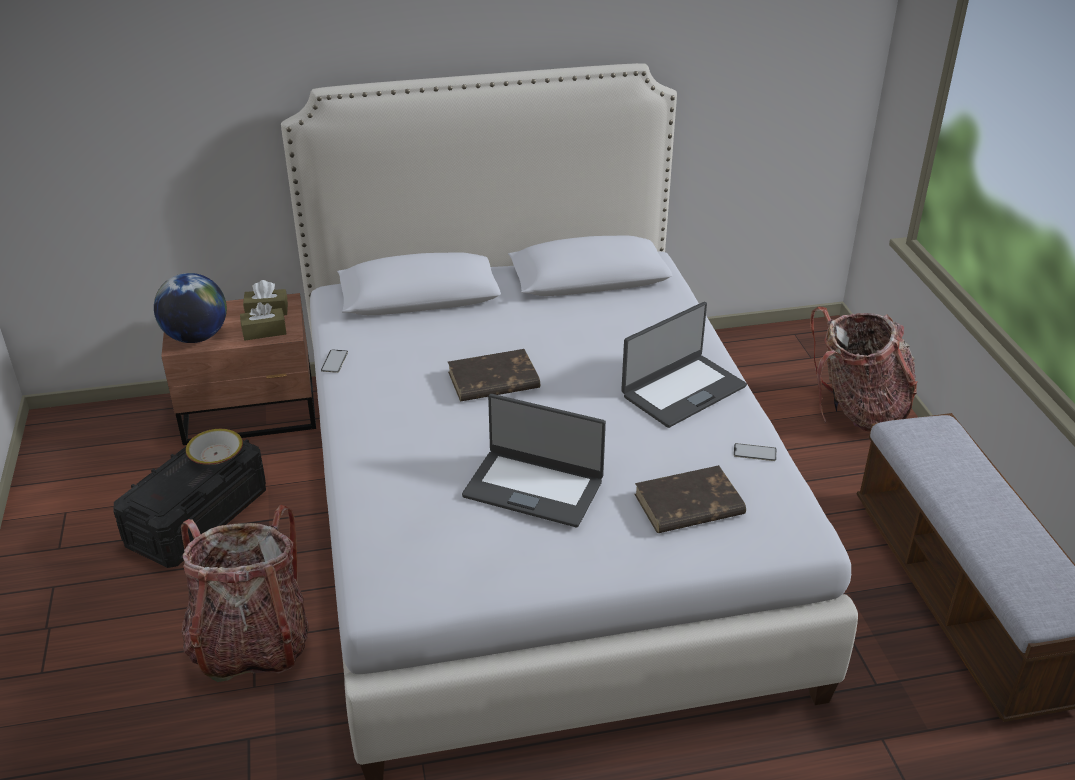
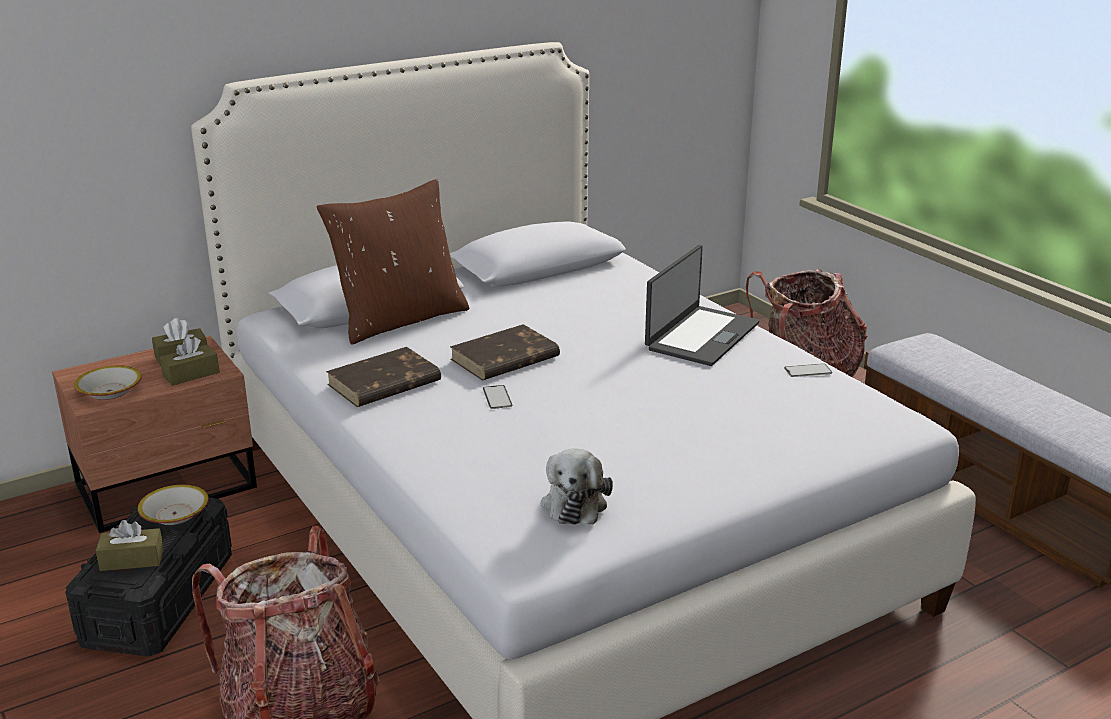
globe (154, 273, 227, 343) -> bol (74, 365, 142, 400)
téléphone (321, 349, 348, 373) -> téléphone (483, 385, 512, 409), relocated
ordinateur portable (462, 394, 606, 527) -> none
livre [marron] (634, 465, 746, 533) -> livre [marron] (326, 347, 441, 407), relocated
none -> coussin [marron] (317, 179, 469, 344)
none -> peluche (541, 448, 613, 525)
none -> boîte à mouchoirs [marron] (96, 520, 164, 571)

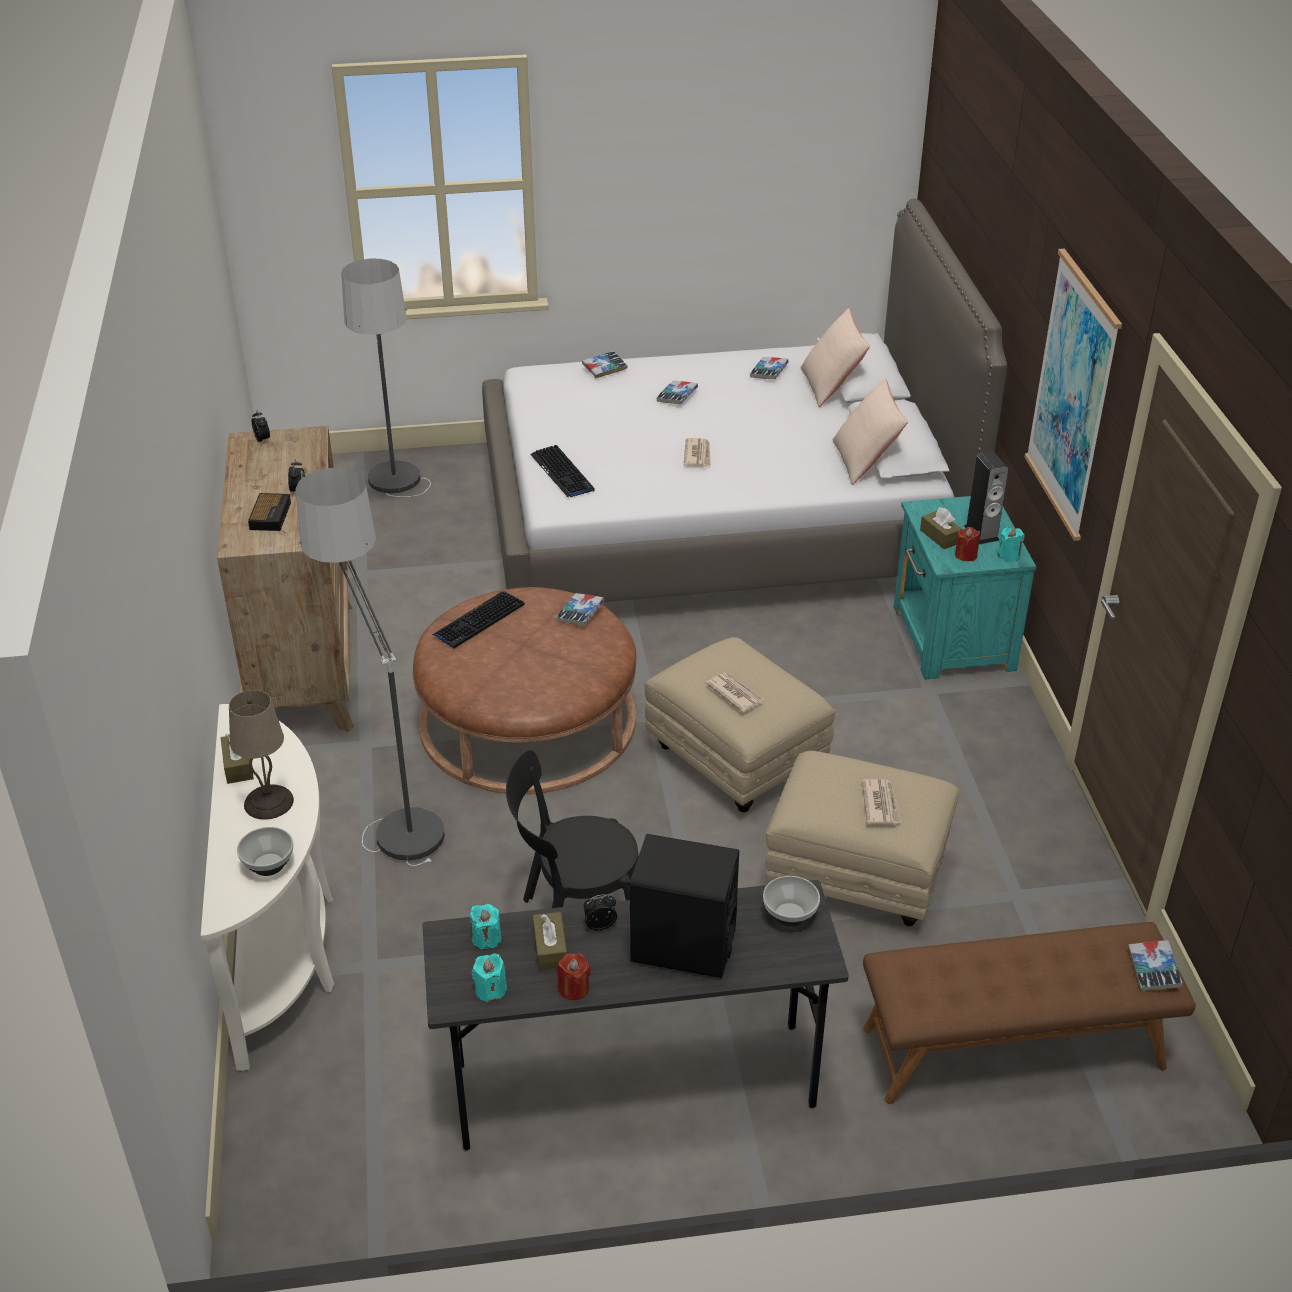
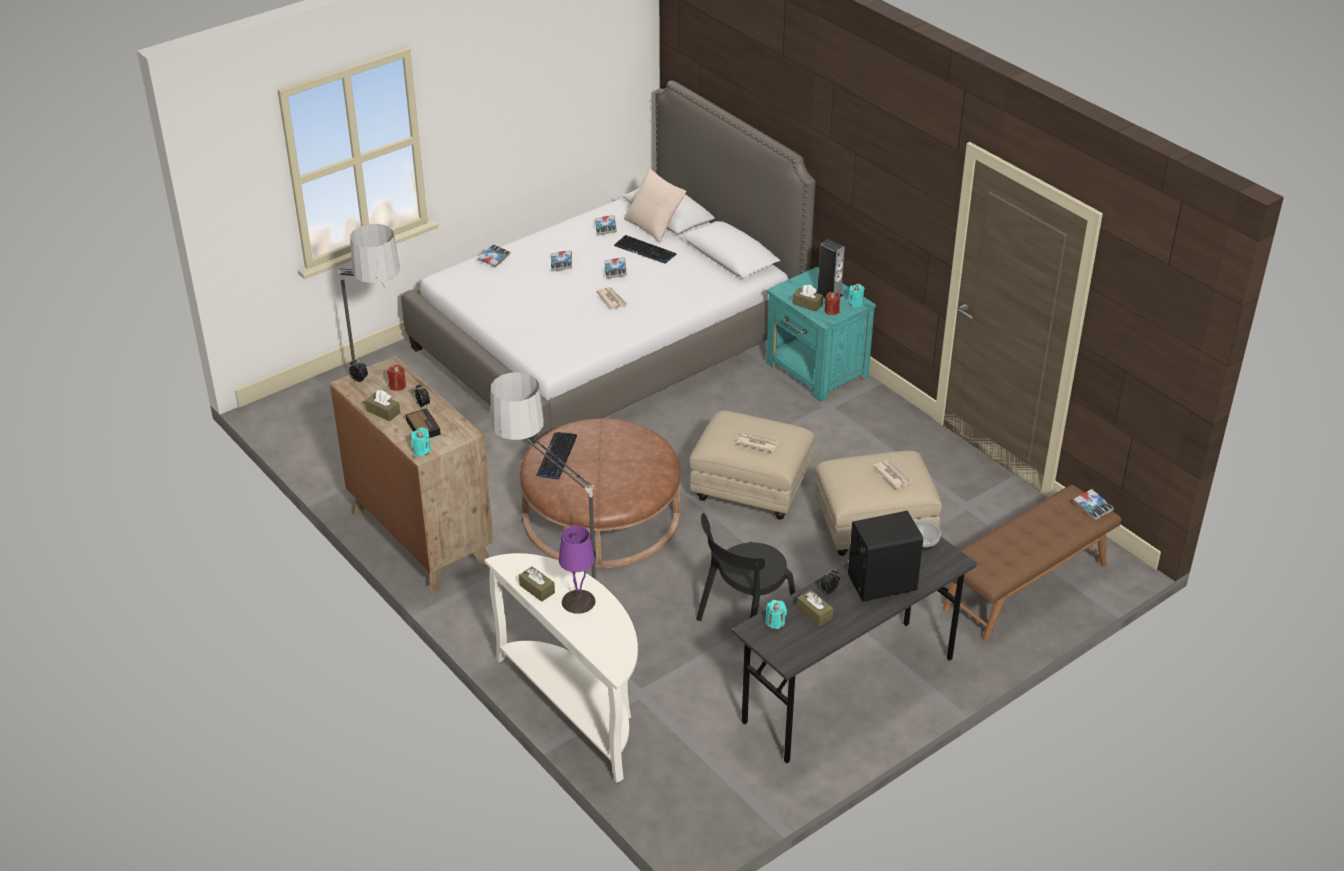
tableau (1024, 249, 1122, 541) -> none
coussin [beige] (833, 378, 908, 485) -> none
clavier (530, 445, 595, 497) -> clavier (614, 235, 676, 263), relocated
livre (556, 593, 604, 626) -> livre (605, 257, 627, 279), relocated
lampe de table [beige] (229, 690, 294, 820) -> lampe de table [violet] (559, 526, 595, 614)
bol (237, 827, 293, 876) -> none
bougie [rouge] (557, 953, 591, 1000) -> bougie [rouge] (387, 364, 406, 391), relocated
bougie [turquoise] (472, 954, 507, 1003) -> bougie [turquoise] (411, 427, 431, 456), relocated
none -> boîte à mouchoirs [marron] (365, 390, 400, 421)

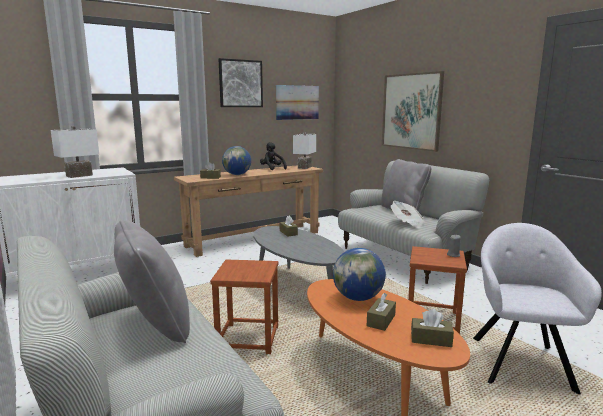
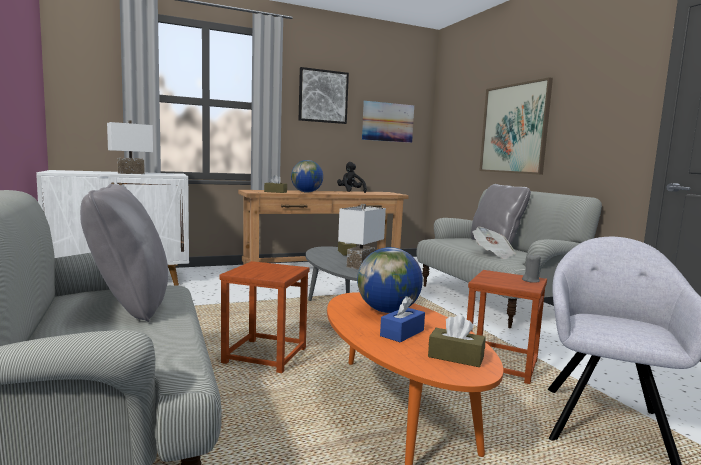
lampe de table [blanc] (293, 132, 316, 169) -> lampe de table [blanc] (338, 204, 386, 270), relocated
boîte à mouchoirs [marron] (367, 293, 396, 331) -> boîte à mouchoirs [bleu] (380, 296, 425, 343)

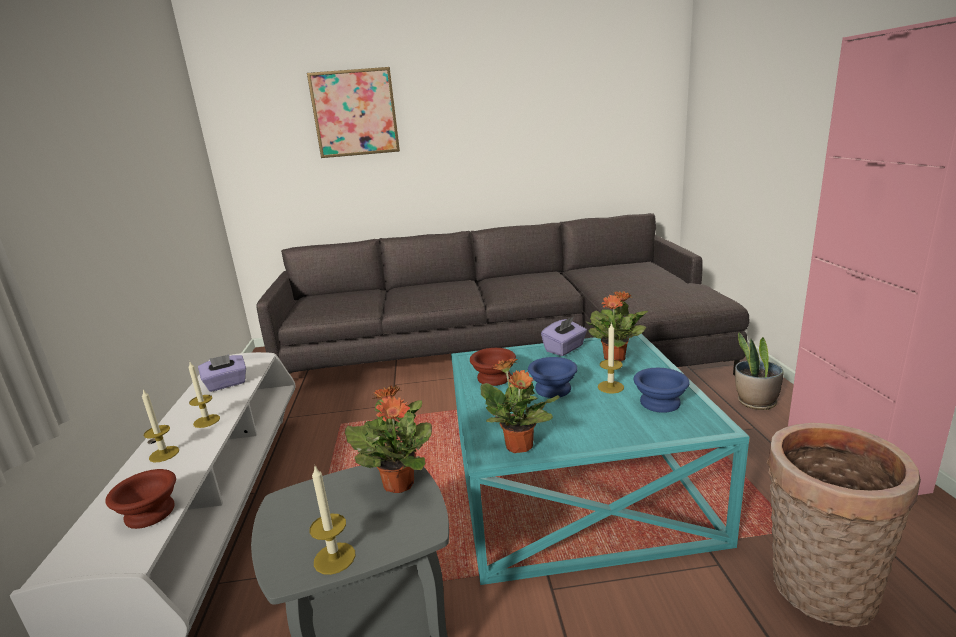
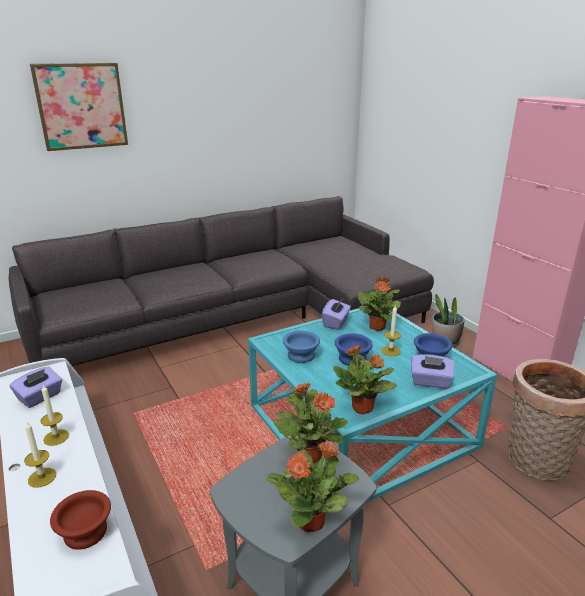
bol [marron] (470, 348, 516, 386) -> bol [bleu] (283, 331, 320, 363)
bougie (310, 466, 356, 575) -> plante en pot (267, 442, 359, 533)
none -> boîte à mouchoirs [violet] (411, 354, 454, 389)

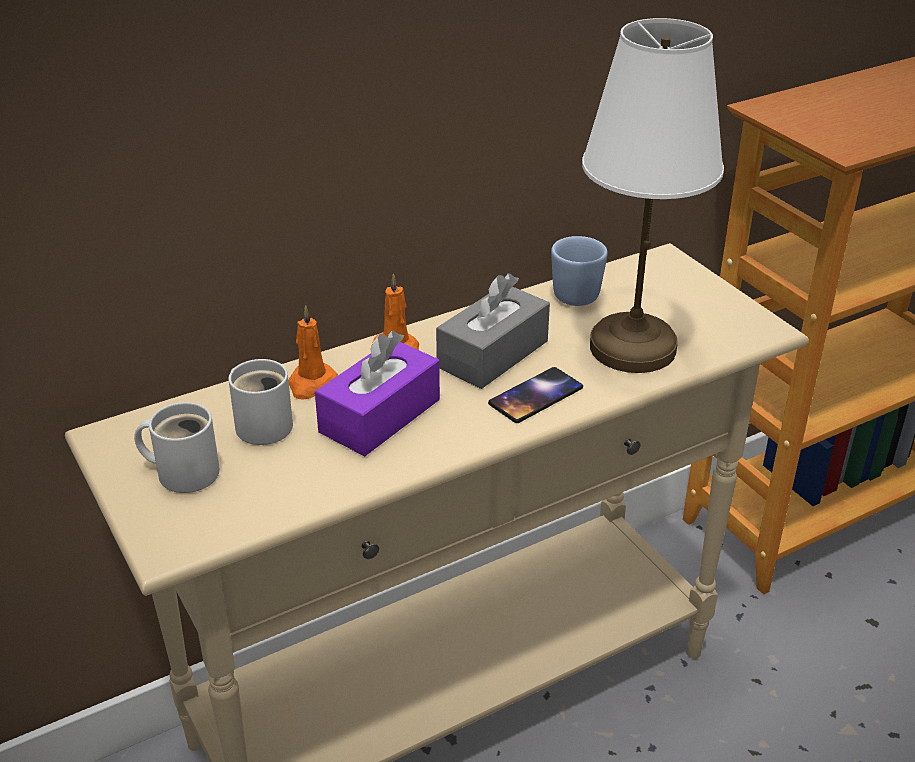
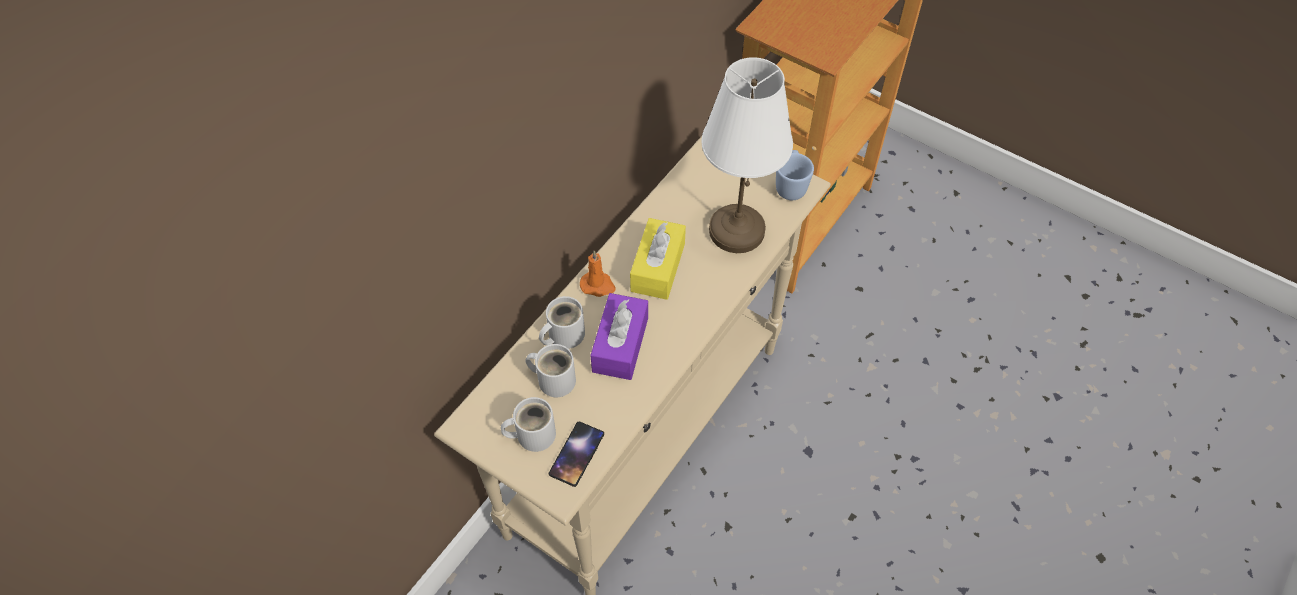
mug [bleu] (551, 236, 608, 306) -> mug [bleu] (776, 150, 814, 200), relocated
boîte à mouchoirs [gris] (436, 273, 550, 389) -> boîte à mouchoirs [jaune] (630, 218, 686, 300)
bougie [orange] (288, 305, 338, 400) -> mug [blanc] (539, 296, 585, 349)
téléphone (488, 367, 583, 423) -> téléphone (549, 421, 604, 487), relocated

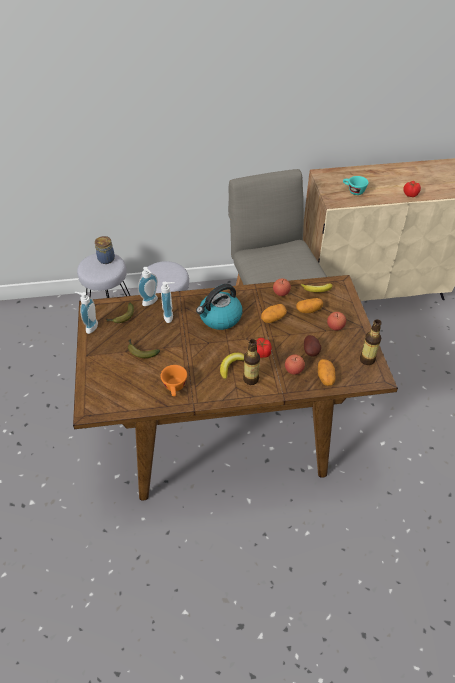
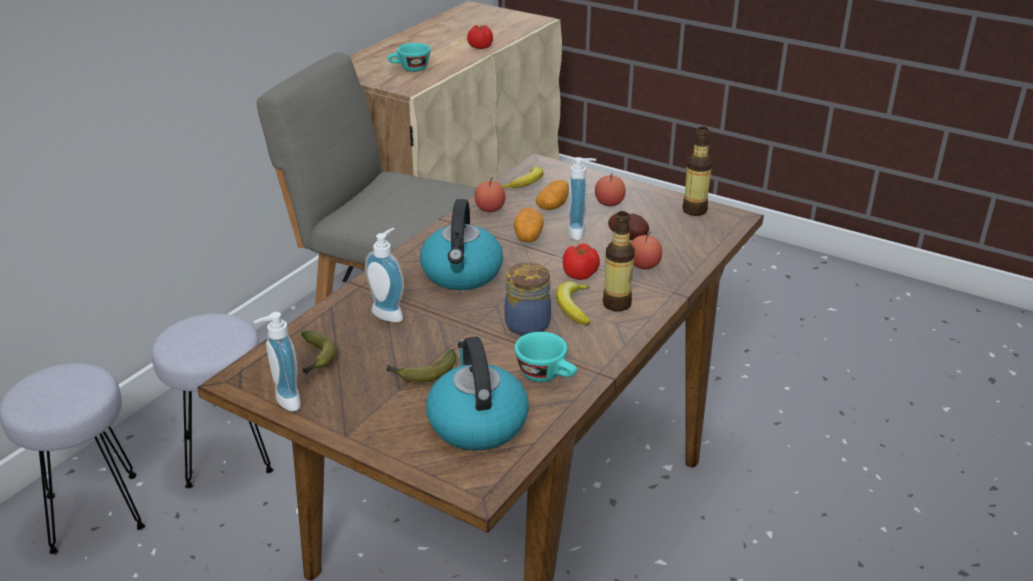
bocal (95, 236, 115, 264) -> bocal (504, 262, 551, 336), relocated
distributeur de savon (138, 267, 158, 306) -> distributeur de savon (568, 157, 596, 240), relocated
pomme de terre (318, 359, 335, 386) -> none
tasse [orange] (161, 365, 187, 396) -> tasse [turquoise] (514, 332, 577, 382)
none -> bouilloire (426, 337, 529, 450)

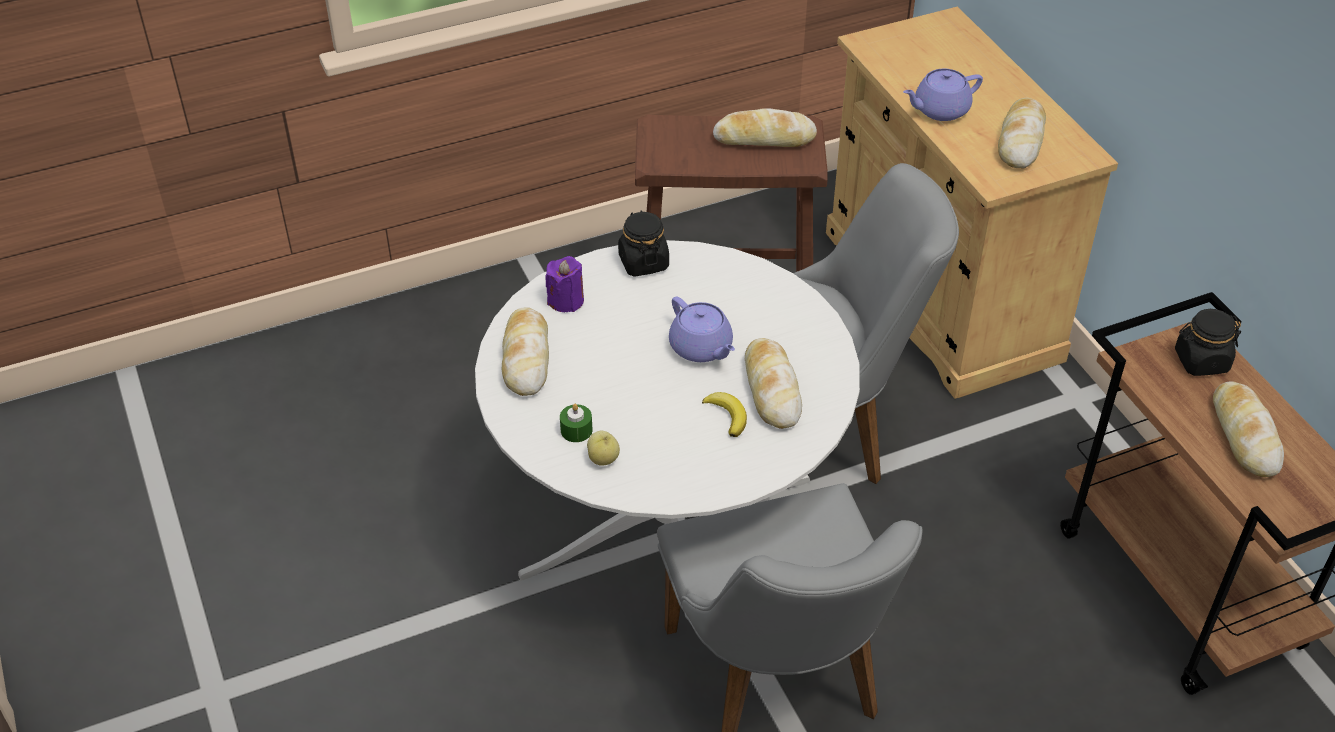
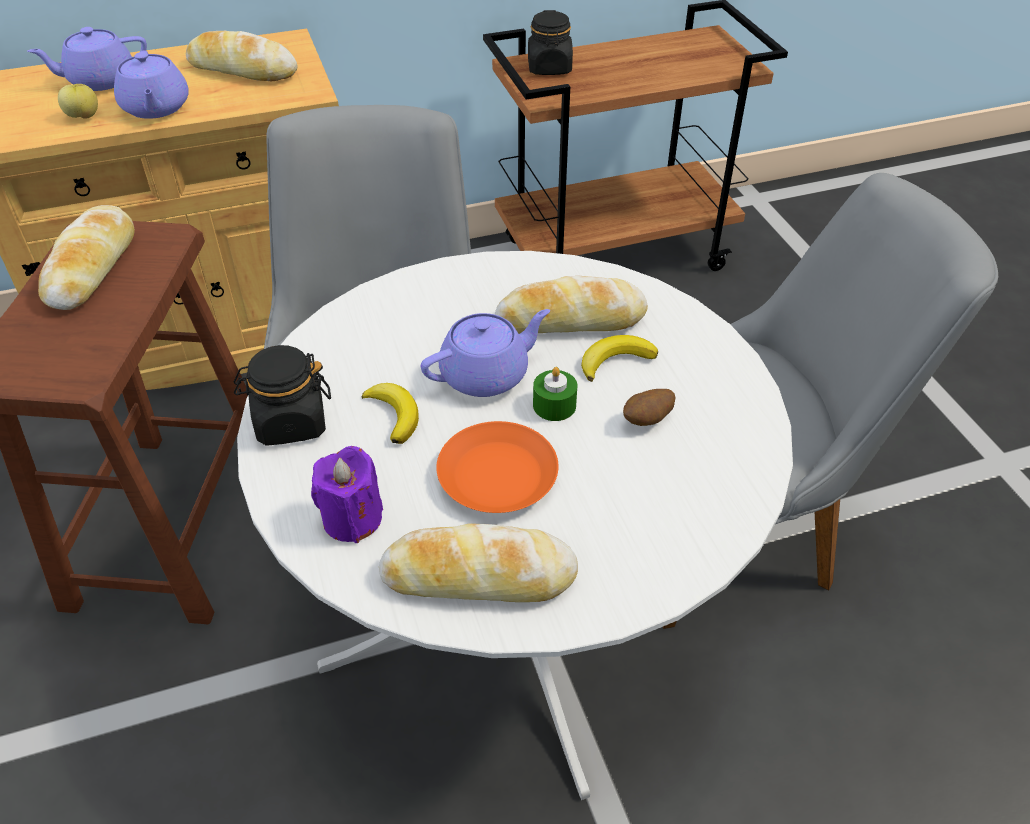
pain (1213, 381, 1284, 477) -> none
bougie [vert] (560, 404, 592, 442) -> bougie [vert] (533, 367, 577, 421), relocated
pomme (587, 431, 620, 466) -> pomme (58, 84, 98, 119), relocated
none -> théière [violet] (27, 27, 147, 91)
none -> banane (361, 383, 419, 444)
none -> pomme de terre (623, 389, 675, 426)
none -> assiette [orange] (436, 421, 558, 513)

